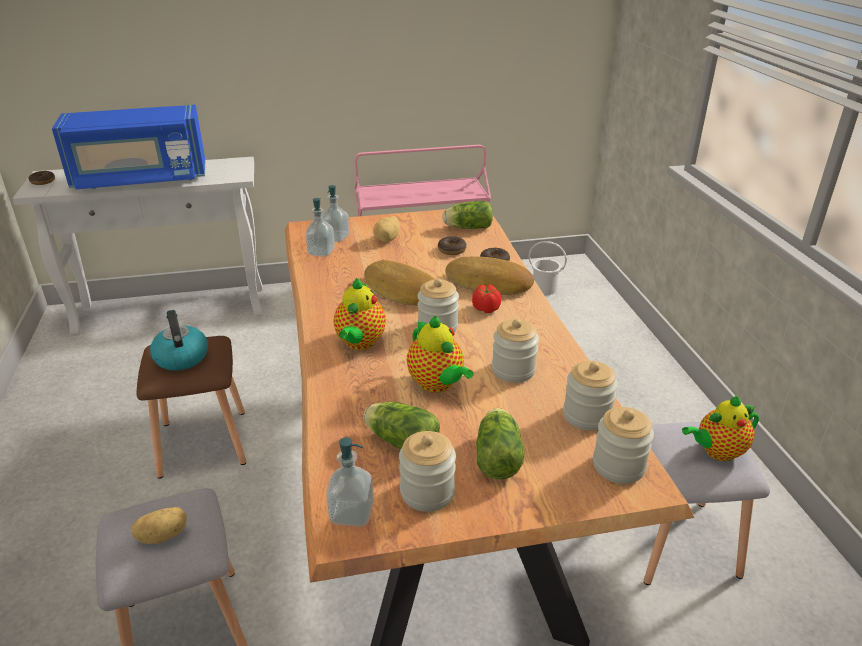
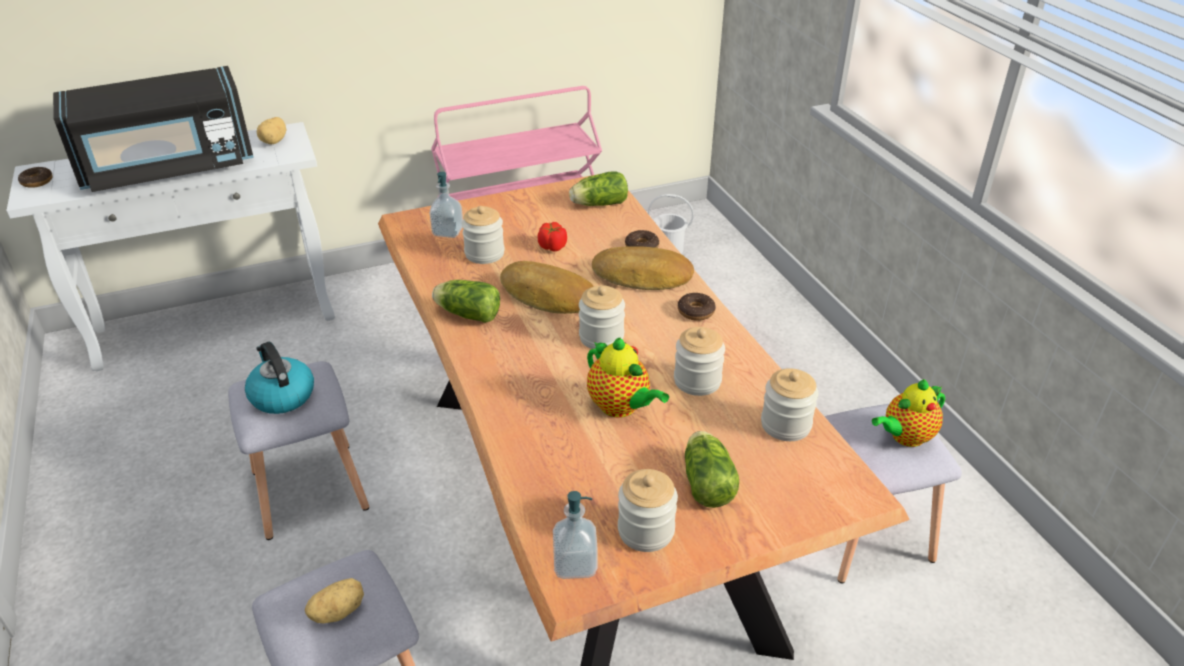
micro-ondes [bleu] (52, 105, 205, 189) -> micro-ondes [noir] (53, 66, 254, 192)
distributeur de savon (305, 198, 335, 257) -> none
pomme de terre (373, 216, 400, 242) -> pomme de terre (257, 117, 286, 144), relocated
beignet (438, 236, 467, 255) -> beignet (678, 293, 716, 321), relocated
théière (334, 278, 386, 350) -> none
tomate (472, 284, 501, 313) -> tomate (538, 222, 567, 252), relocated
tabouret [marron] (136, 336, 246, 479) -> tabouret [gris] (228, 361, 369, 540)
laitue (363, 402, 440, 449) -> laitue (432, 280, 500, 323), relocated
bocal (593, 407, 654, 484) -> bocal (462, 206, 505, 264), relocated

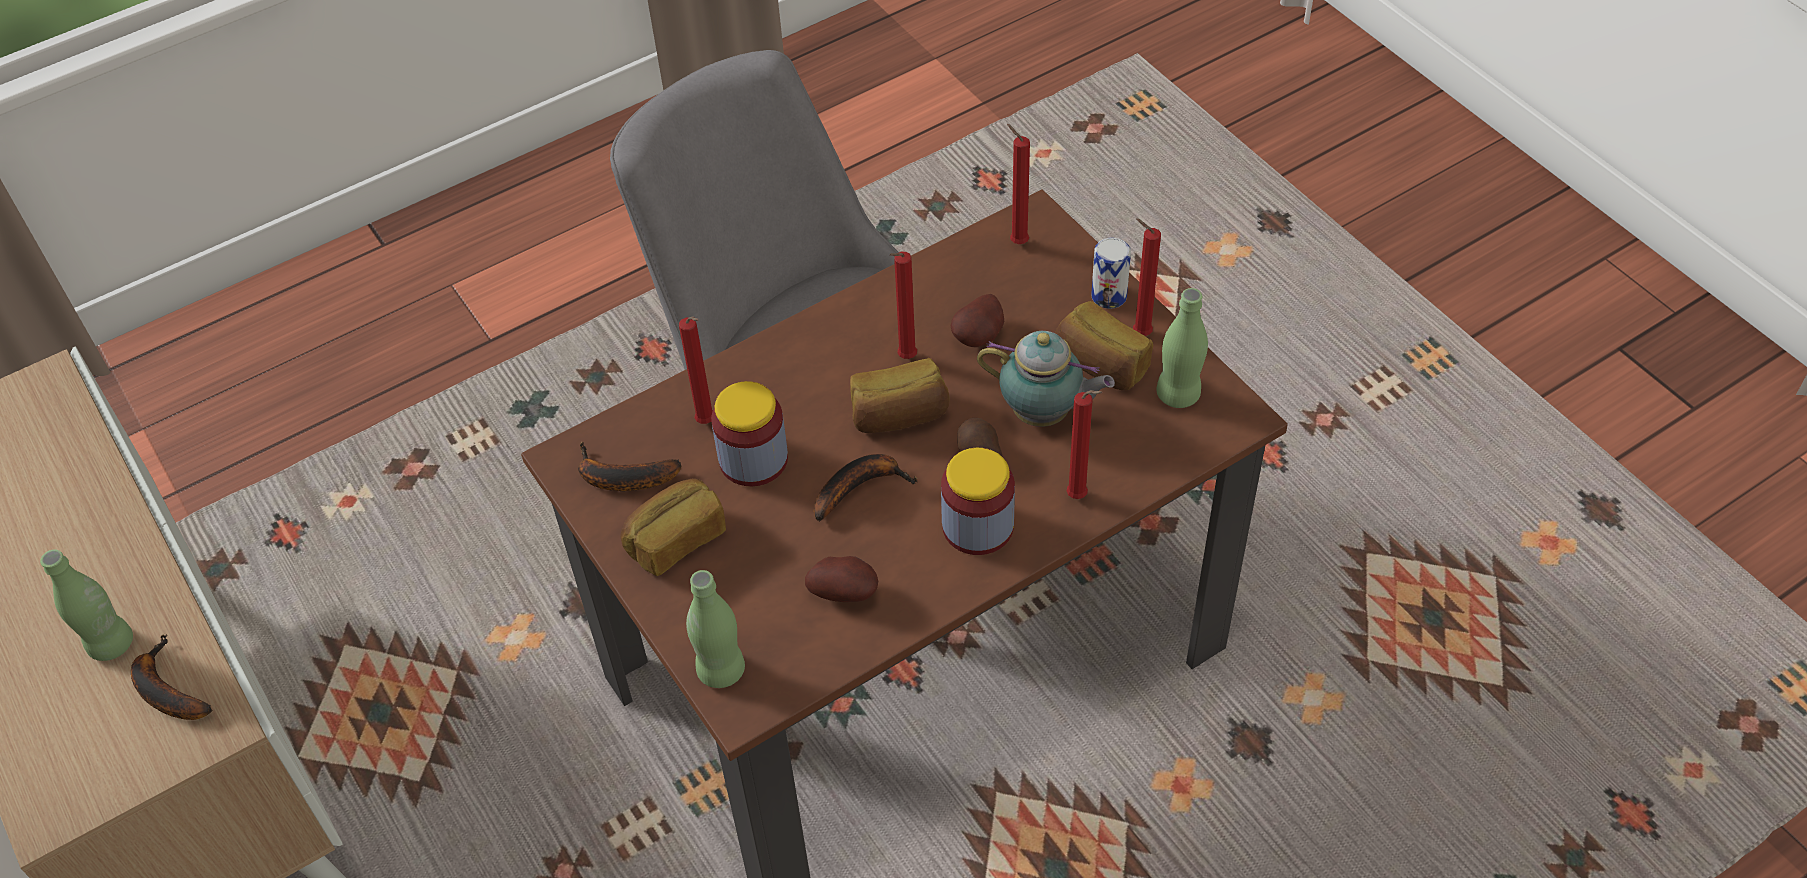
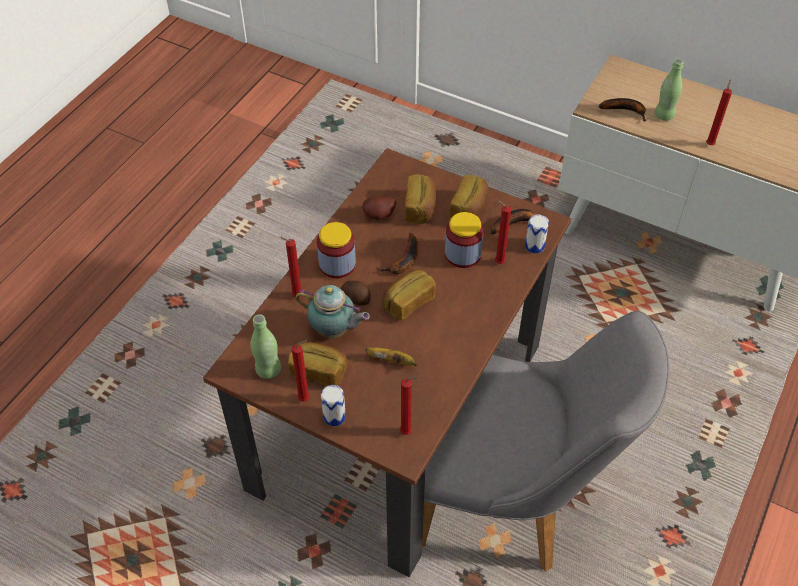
bougie [rouge] (890, 252, 917, 359) -> bougie [rouge] (706, 79, 732, 145), relocated
pomme de terre (951, 294, 1004, 347) -> banane (366, 347, 417, 366)
théière (977, 331, 1115, 427) -> théière (295, 285, 370, 338), 150 degrees counterclockwise
bouteille [vert] (686, 570, 745, 688) -> none
none -> pain (404, 174, 436, 224)
none -> boîte métallique (525, 214, 549, 254)

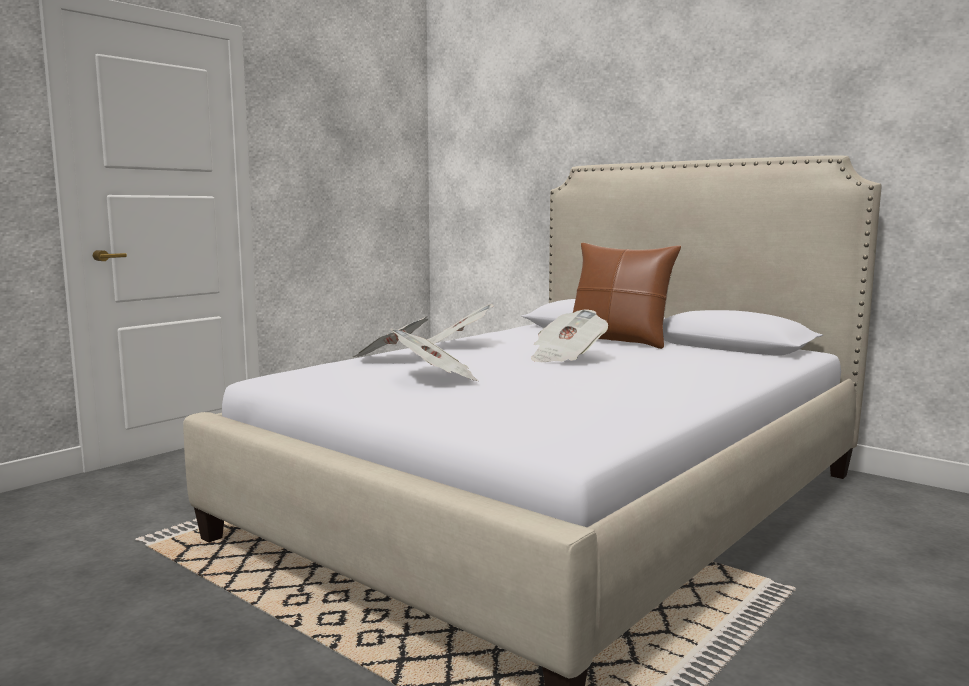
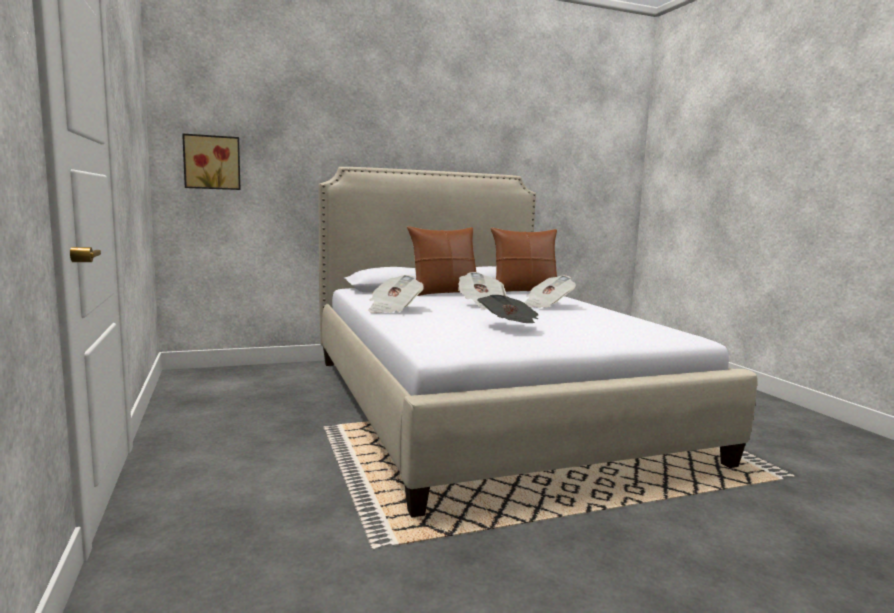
journal (353, 317, 428, 357) -> journal (524, 275, 576, 308), relocated
none -> tableau (182, 133, 241, 190)
none -> coussin [marron] (490, 227, 557, 292)

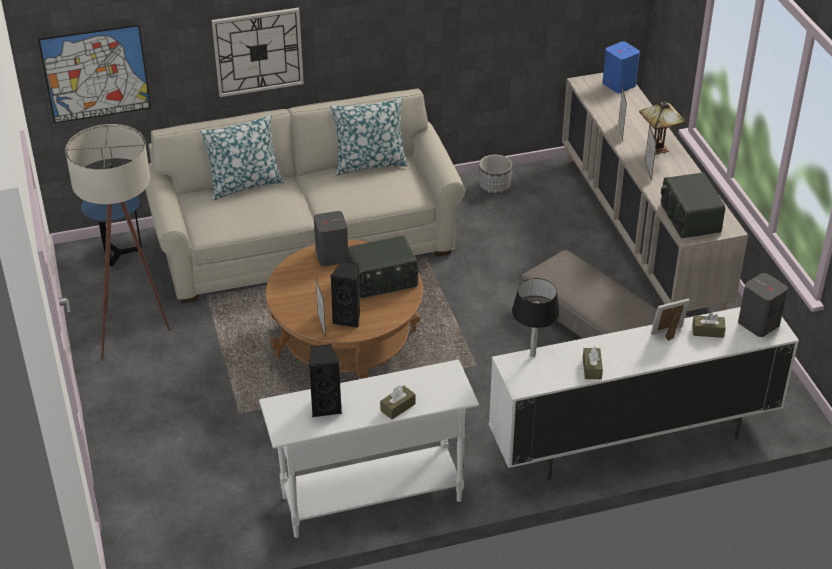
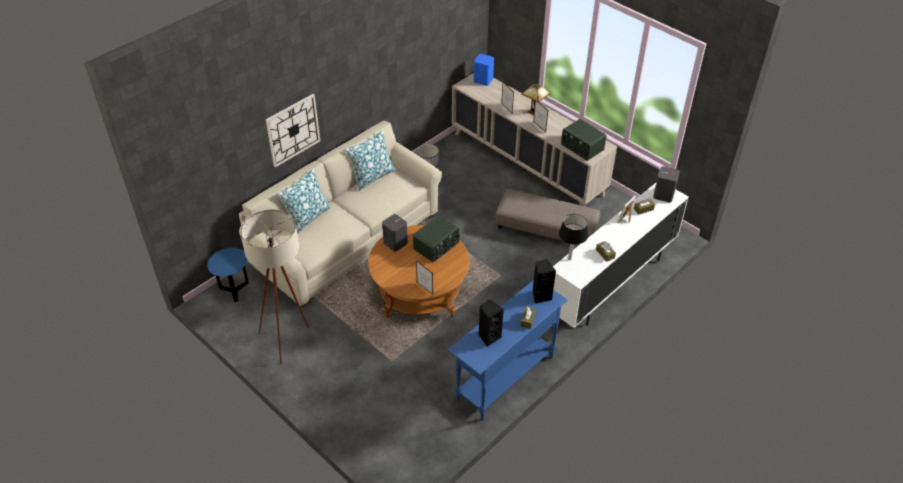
tableau (38, 24, 151, 123) -> none
enceinte [noir] (330, 261, 360, 328) -> enceinte [noir] (533, 260, 556, 304), relocated
table console [blanc] (259, 359, 479, 538) -> table console [bleu] (448, 280, 567, 420)

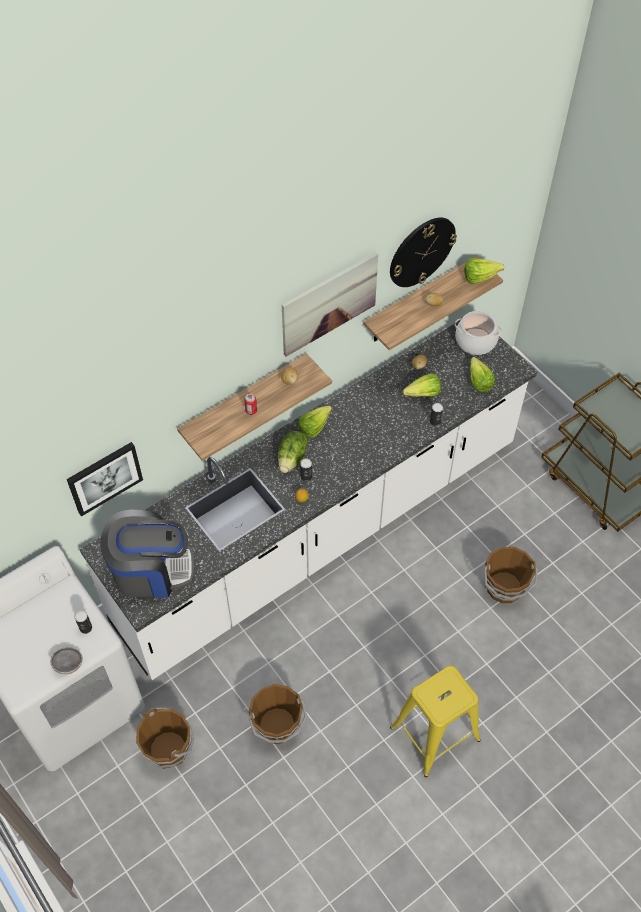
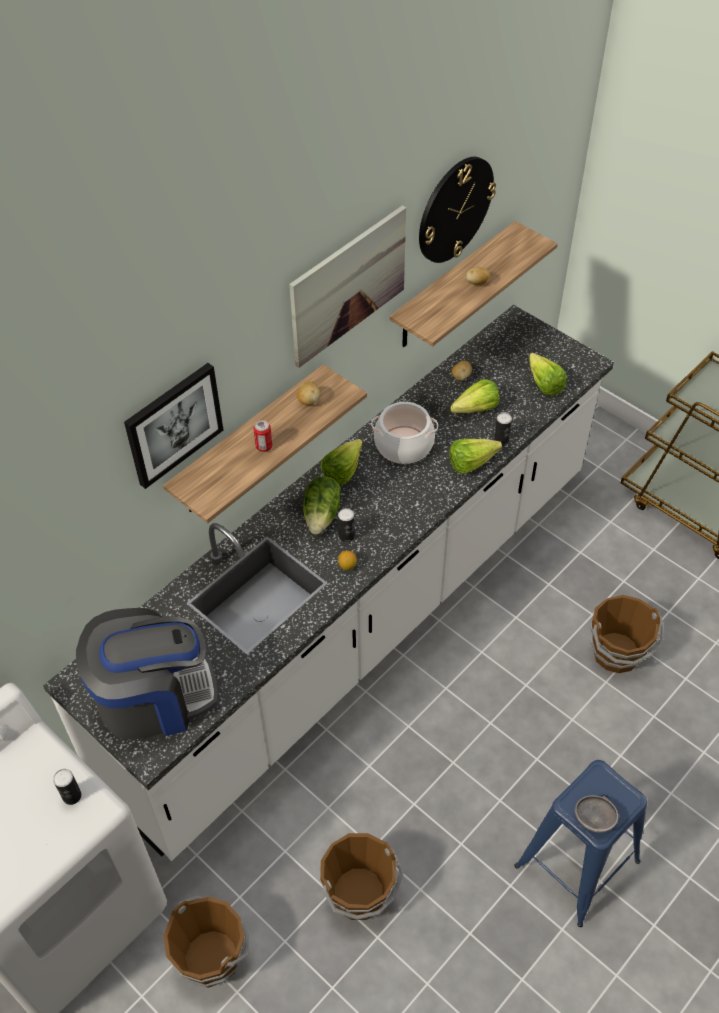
laitue (464, 258, 504, 284) -> laitue (449, 439, 502, 474), relocated
marmite (455, 311, 502, 355) -> marmite (371, 402, 438, 464), relocated
tableau (67, 442, 143, 517) -> tableau (124, 363, 223, 489), relocated
bol [gris] (50, 647, 83, 674) -> bol [gris] (575, 795, 618, 833), relocated
tabouret [jaune] (390, 665, 481, 777) -> tabouret [bleu] (514, 760, 647, 927)

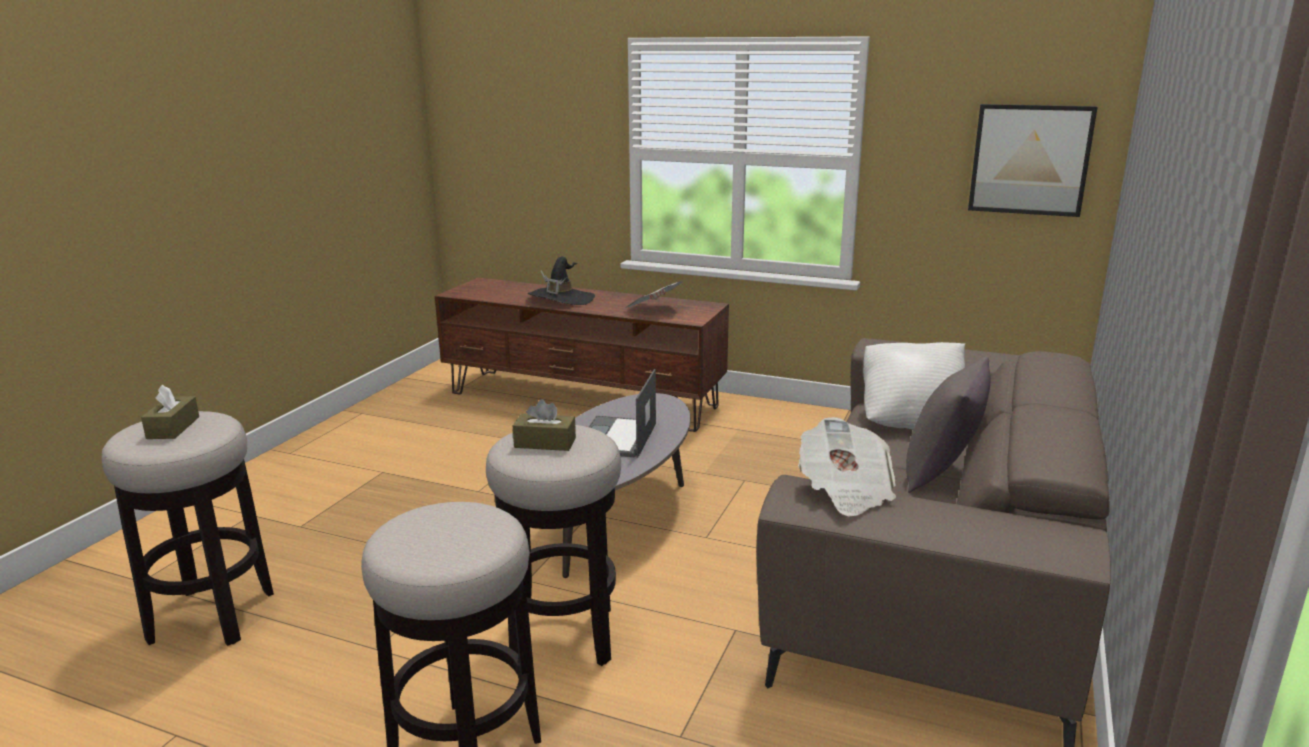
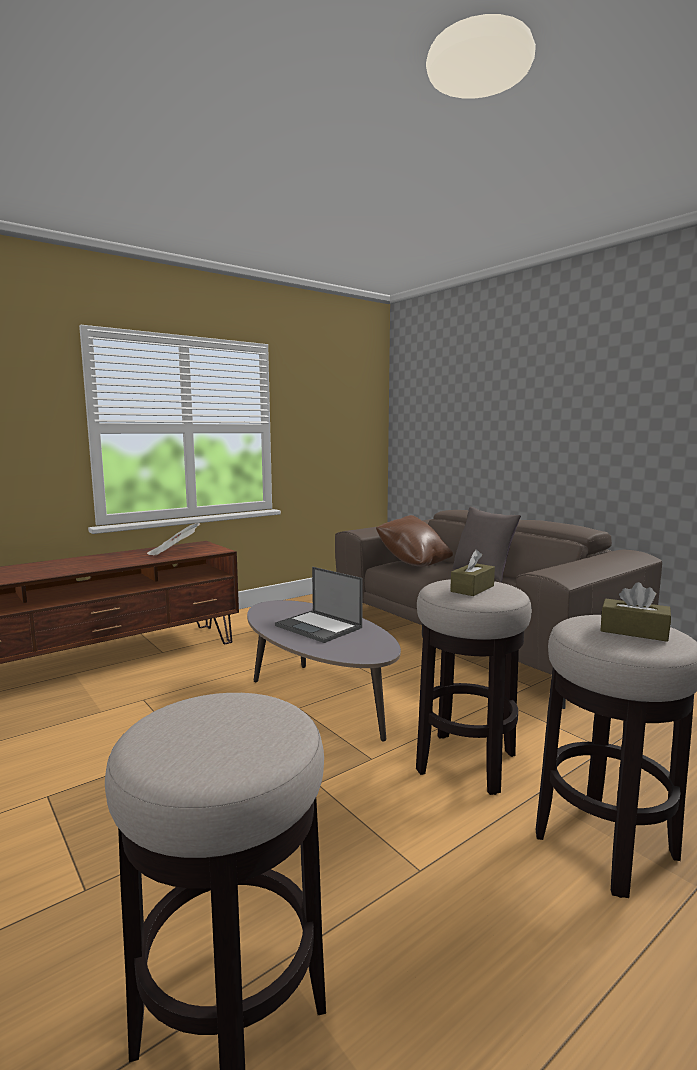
tableau (968, 104, 1098, 217) -> none
chapeau [noir] (527, 256, 595, 305) -> none
coussin [blanc] (863, 342, 965, 430) -> coussin [marron] (376, 515, 453, 567)
boîte à mouchoirs [marron] (141, 385, 199, 439) -> boîte à mouchoirs [marron] (600, 582, 671, 642), relocated
journal (798, 417, 896, 517) -> none

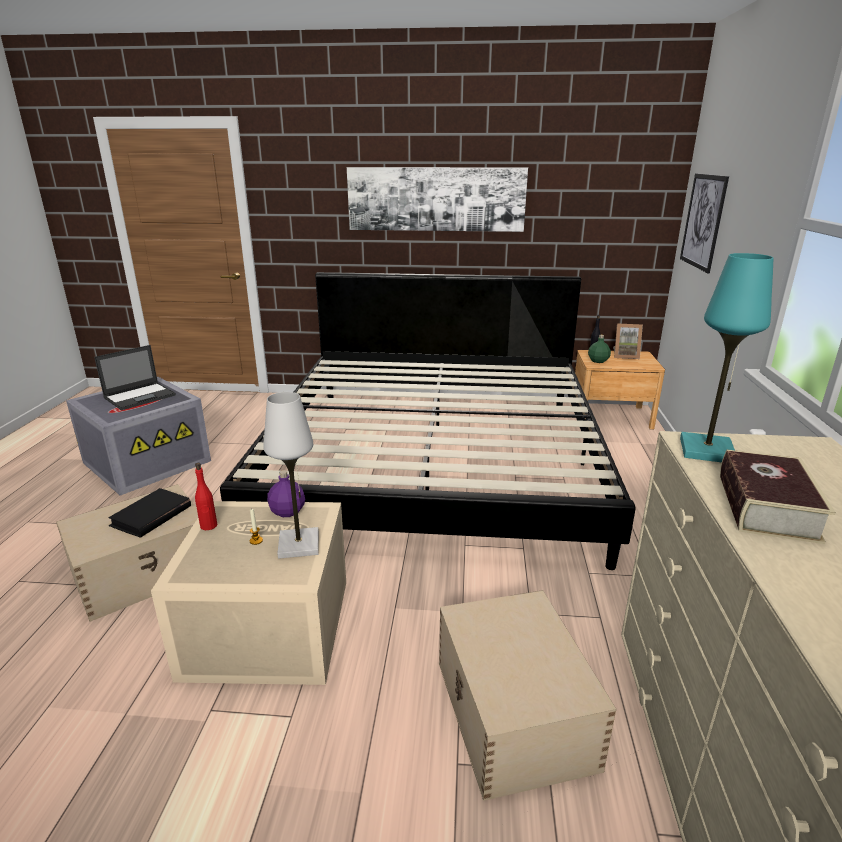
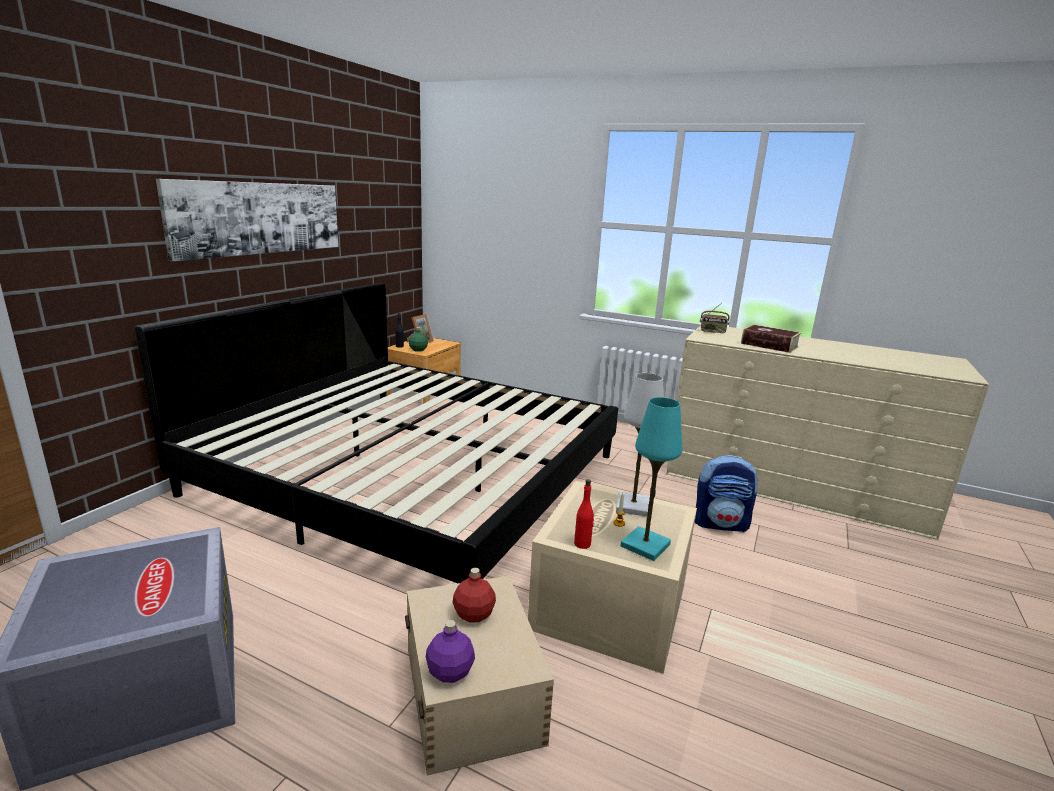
tableau (680, 174, 729, 274) -> none
lampe de table [turquoise] (680, 253, 774, 462) -> lampe de table [turquoise] (620, 397, 682, 561), relocated
ordinateur portable (94, 345, 176, 410) -> none
bouteille [violet] (267, 470, 305, 517) -> bouteille [violet] (426, 620, 475, 683), relocated
livre [noir] (108, 488, 191, 538) -> bouteille [rouge] (453, 568, 496, 623)
boîte de rangement [beige] (439, 590, 616, 801) -> sac à dos (695, 455, 758, 532)
none -> radio (700, 304, 730, 334)

